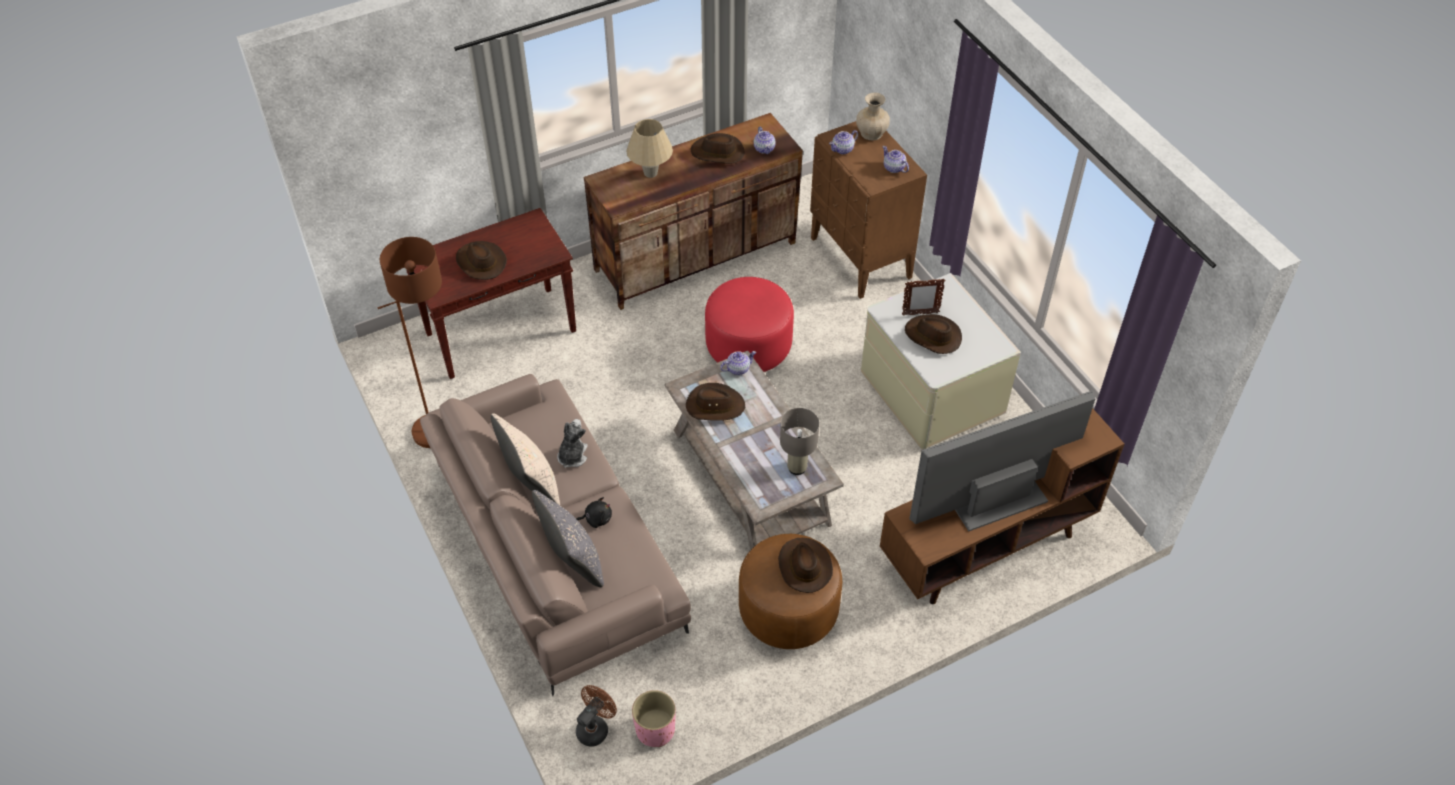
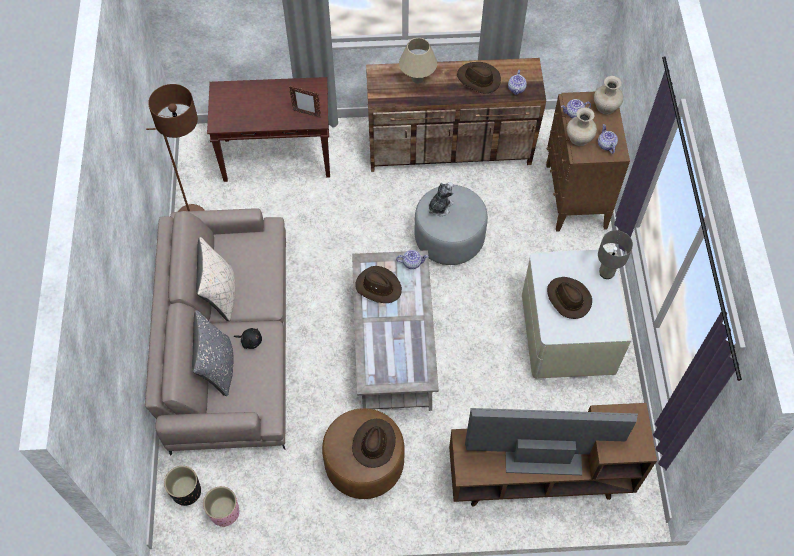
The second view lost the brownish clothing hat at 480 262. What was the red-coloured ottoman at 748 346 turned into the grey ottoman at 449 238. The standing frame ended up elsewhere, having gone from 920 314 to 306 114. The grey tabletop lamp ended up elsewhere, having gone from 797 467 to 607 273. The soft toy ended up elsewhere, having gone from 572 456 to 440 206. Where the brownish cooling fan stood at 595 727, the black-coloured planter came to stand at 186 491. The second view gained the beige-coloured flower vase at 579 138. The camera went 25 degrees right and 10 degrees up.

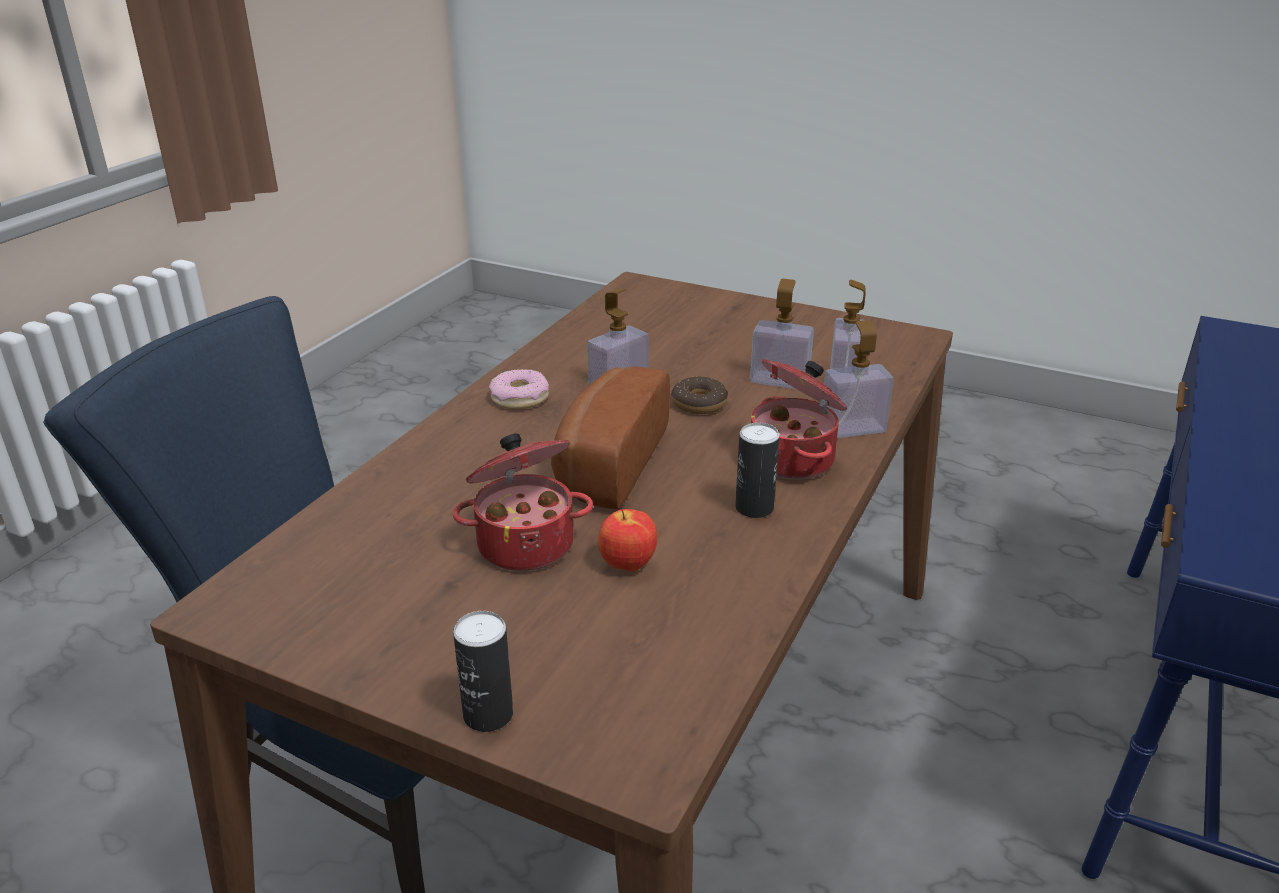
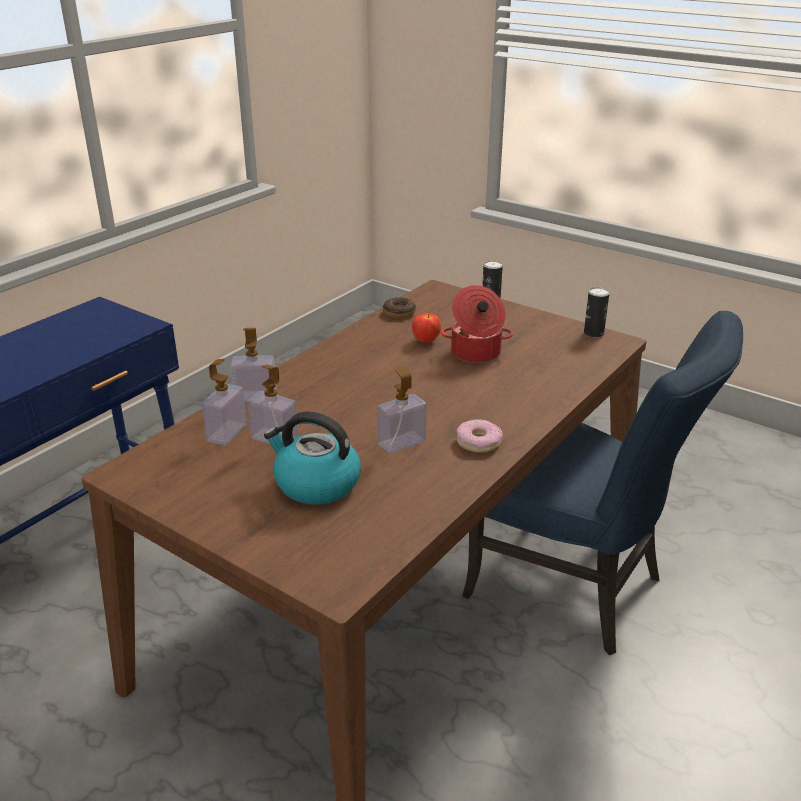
The second view lost the stockpot at 794 459. The second view lost the bread at 606 463. The doughnut ended up elsewhere, having gone from 699 403 to 399 313. The metal can ended up elsewhere, having gone from 754 508 to 593 333. The second view gained the water kettle at 316 484. The camera went 170 degrees left and 0 degrees up.

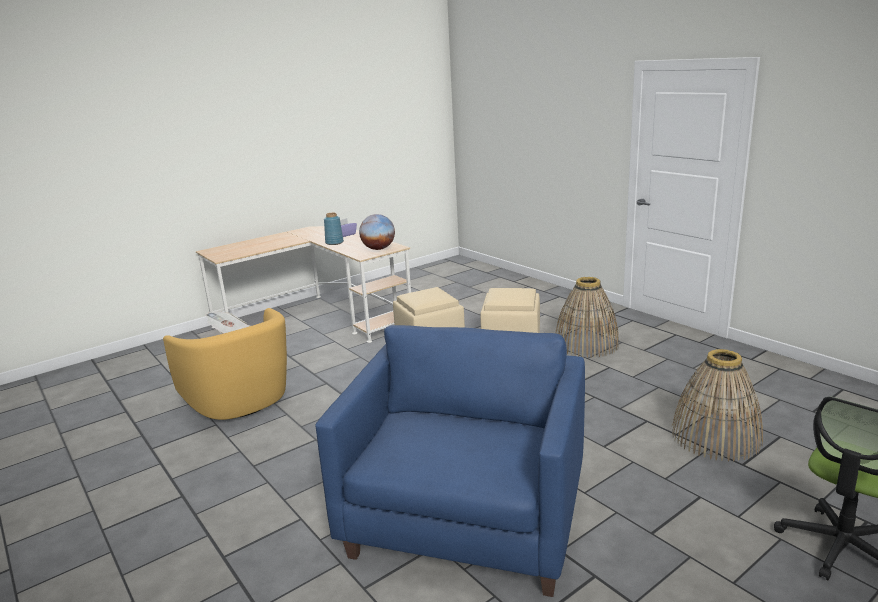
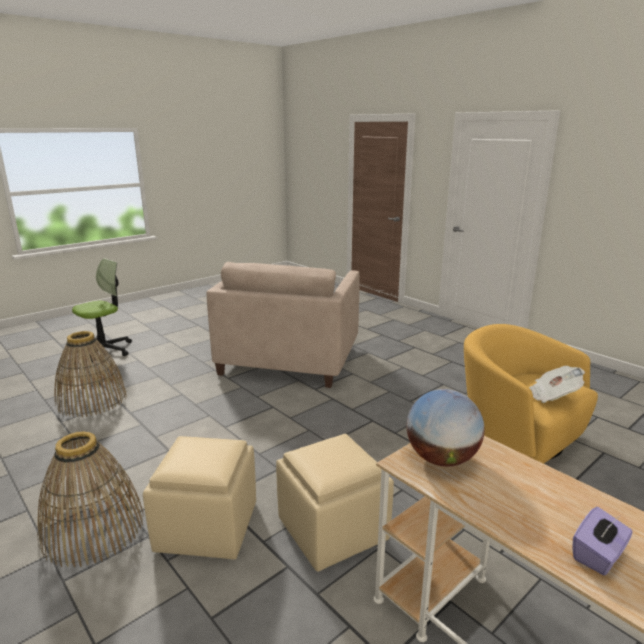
The second view lost the blue flower vase at 334 243. What was the blue armchair at 465 517 turned into the beige-coloured armchair at 289 360. The camera went 175 degrees right and 0 degrees up.

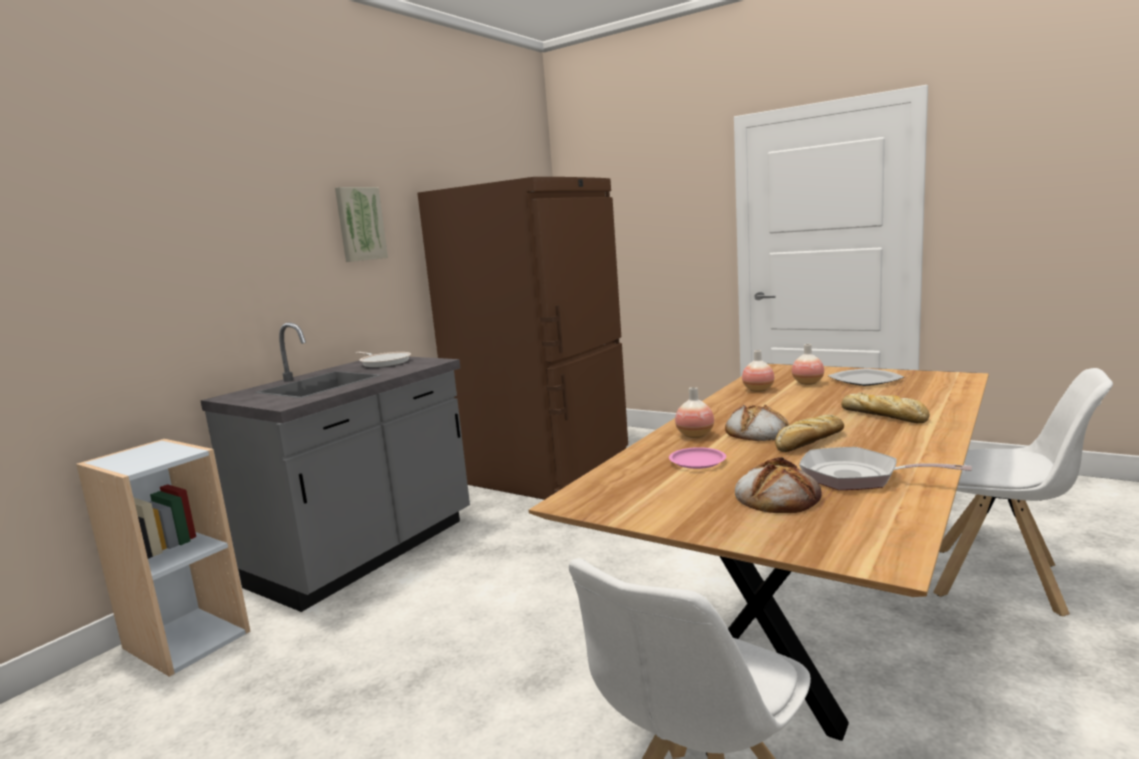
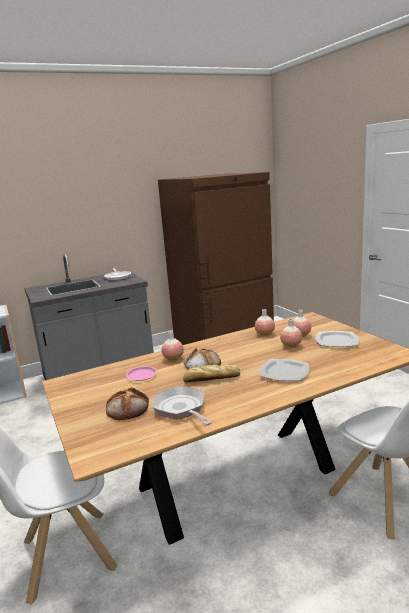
The second view lost the wall art at 360 224. Where the bread stood at 885 415, the flat dish came to stand at 284 372. The second view gained the flower vase at 291 345. The camera went 30 degrees right and 5 degrees up.

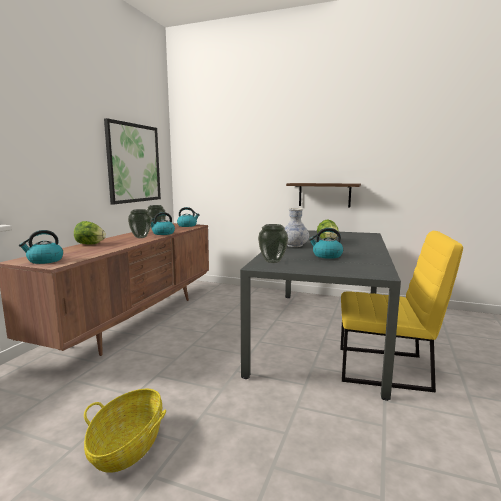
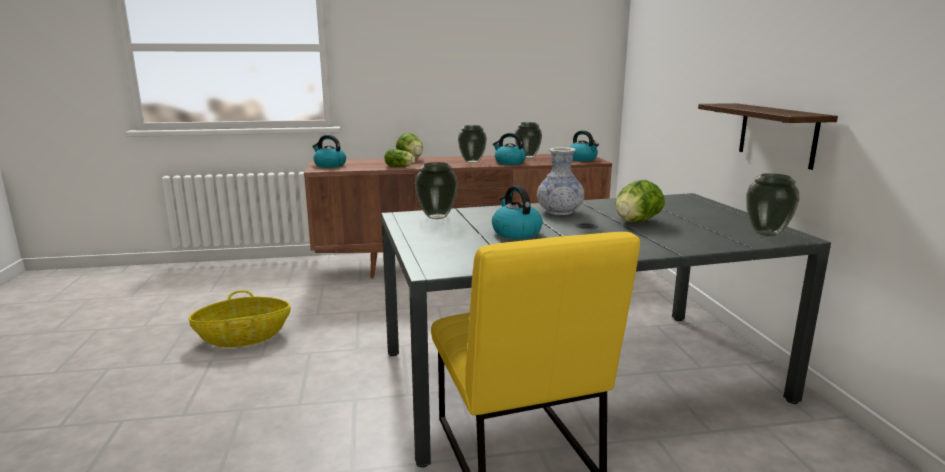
The second view lost the wall art at 133 163. The second view gained the lettuce head at 400 166. The second view gained the flower vase at 767 233. The camera went 60 degrees right and 5 degrees up.

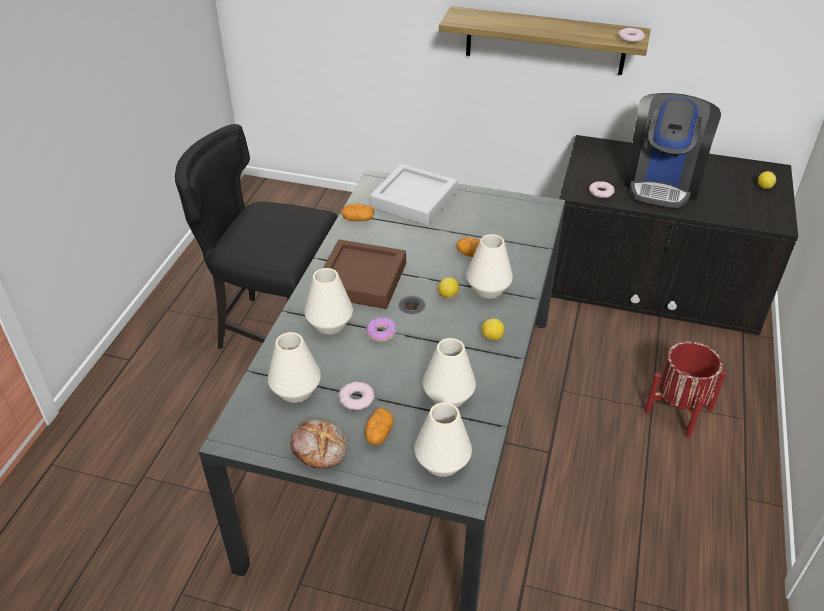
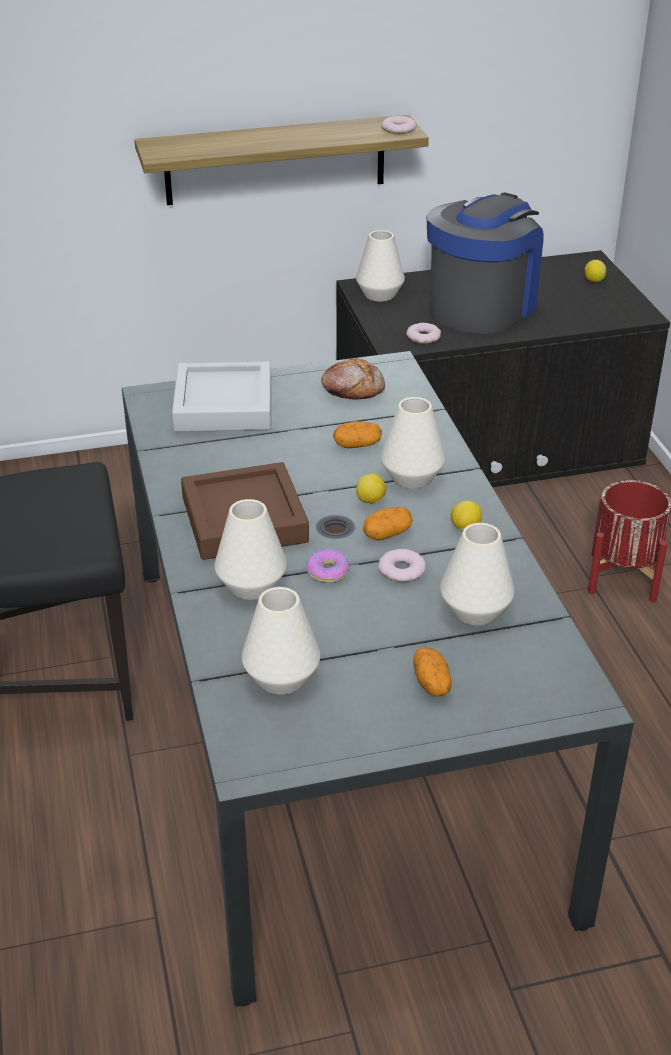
The coffee brewer at 662 182 ended up facing another way, 135 degrees counterclockwise from before. The potato ended up elsewhere, having gone from 358 219 to 387 534. The doughnut ended up elsewhere, having gone from 356 399 to 401 570. The white flower vase ended up elsewhere, having gone from 442 462 to 379 294. The bread ended up elsewhere, having gone from 320 448 to 352 389. The camera went 30 degrees left and 5 degrees down.

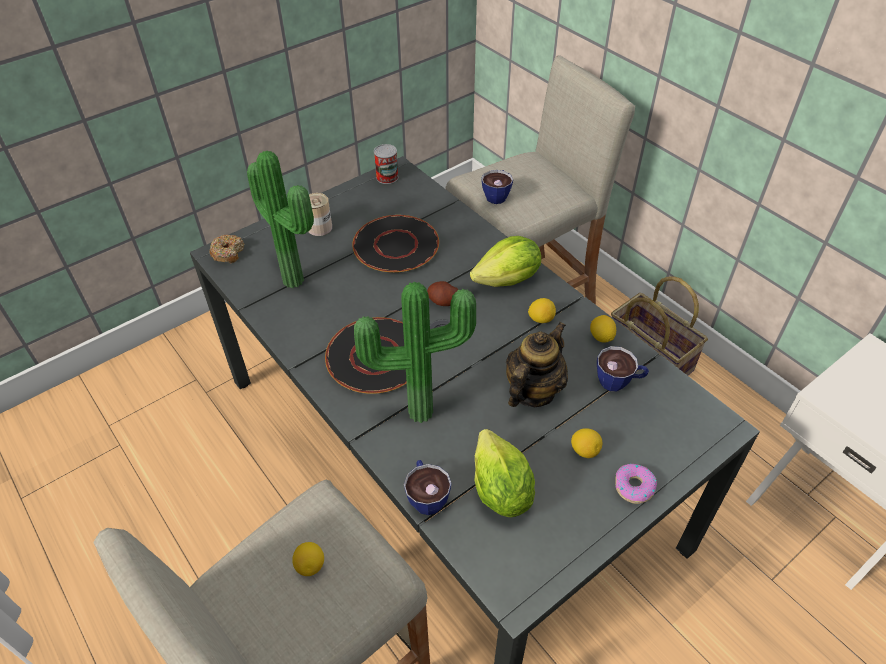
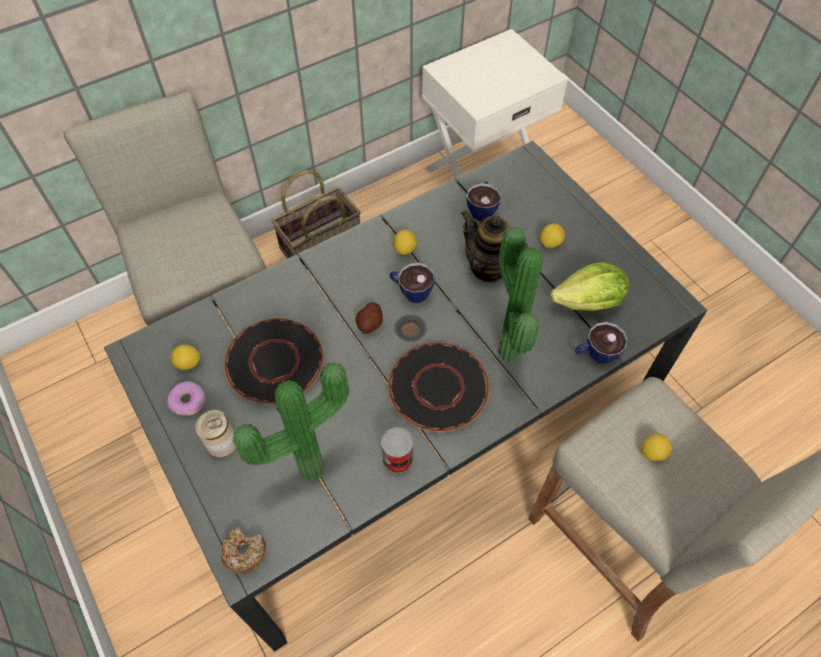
The metal can ended up elsewhere, having gone from 387 177 to 397 458. The cup ended up elsewhere, having gone from 497 195 to 410 291. The second view lost the lettuce head at 508 280. The whole lemon ended up elsewhere, having gone from 601 337 to 188 363. The doughnut ended up elsewhere, having gone from 634 486 to 188 401. The camera went 85 degrees left and 10 degrees up.

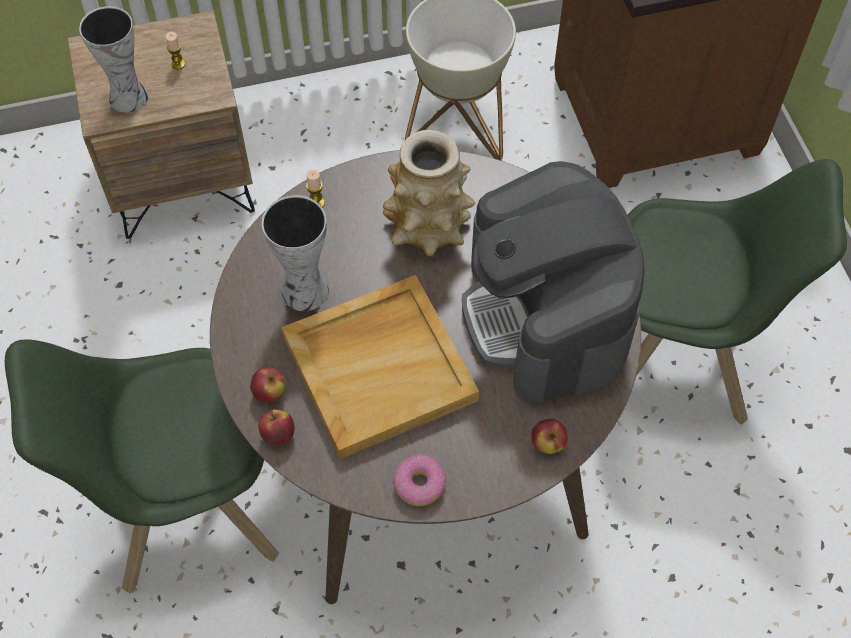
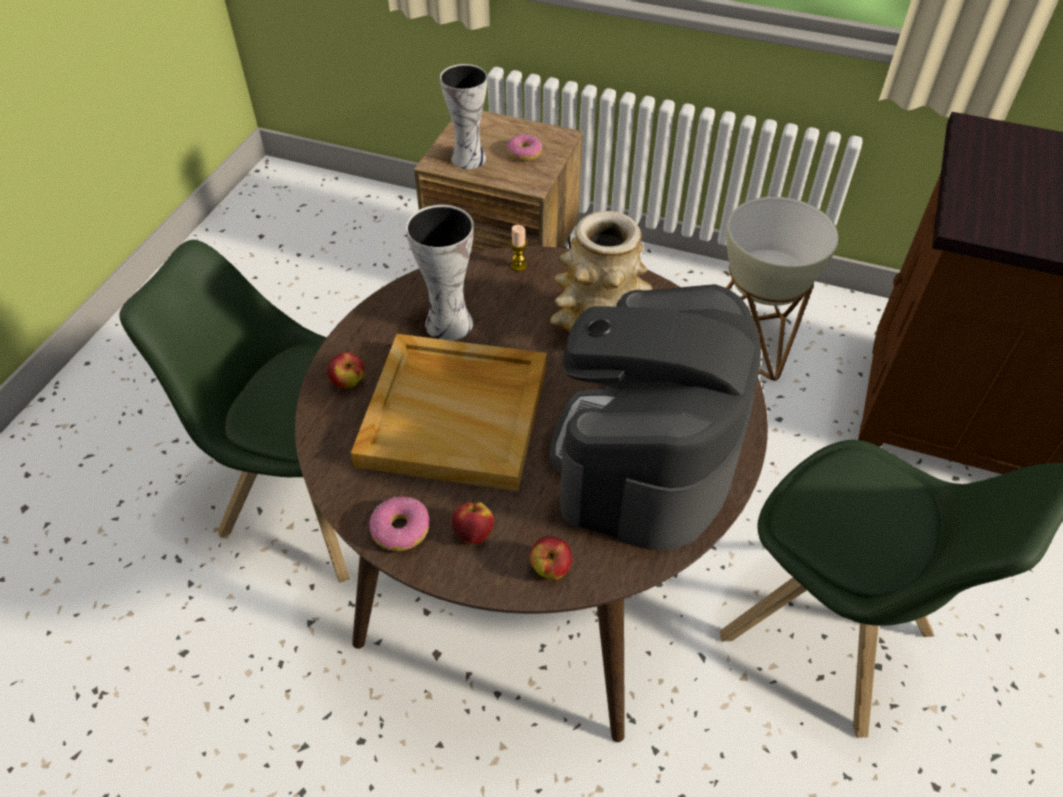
Where the candle stood at 178 64, the doughnut came to stand at 524 153. The apple fruit ended up elsewhere, having gone from 278 434 to 473 533. The camera went 35 degrees right and 10 degrees down.

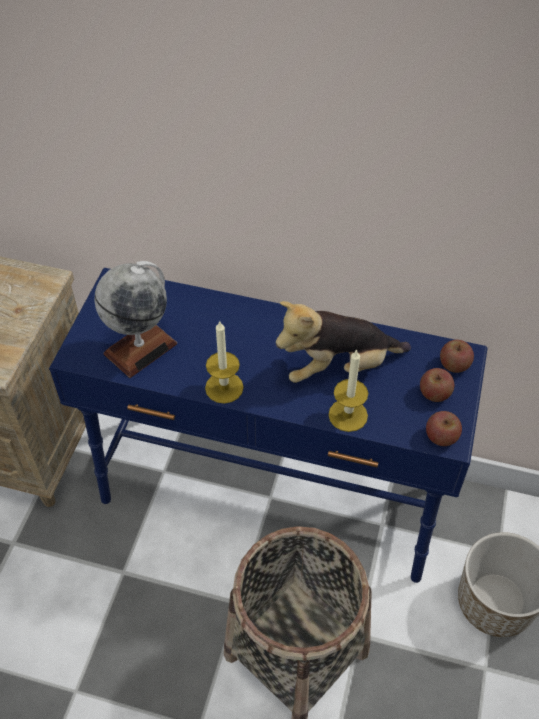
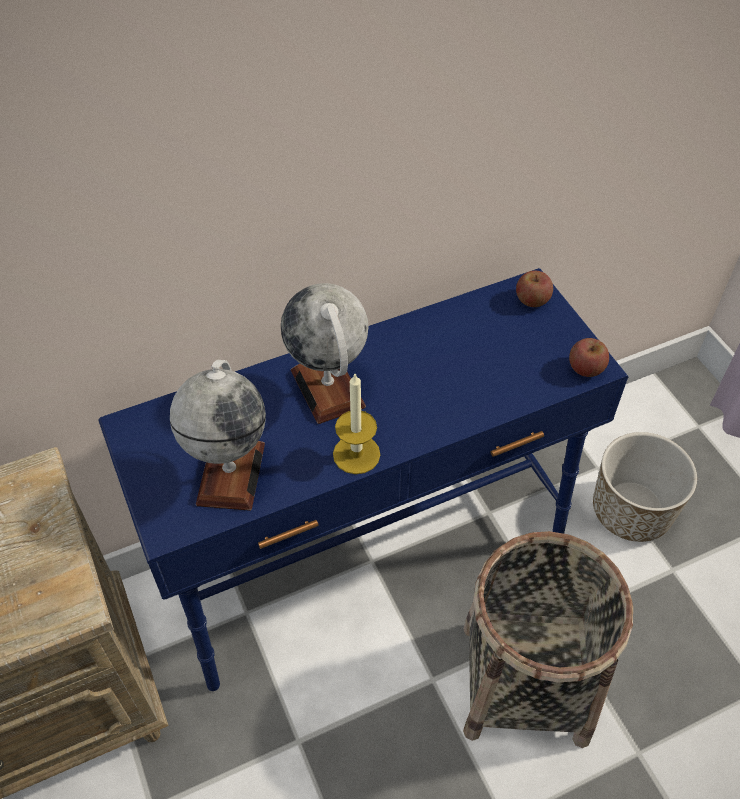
The second view lost the soft toy at 338 367. The second view lost the candle at 348 415. The second view lost the apple fruit at 434 393. The second view gained the desk globe at 328 388. The camera went 40 degrees left and 0 degrees up.

